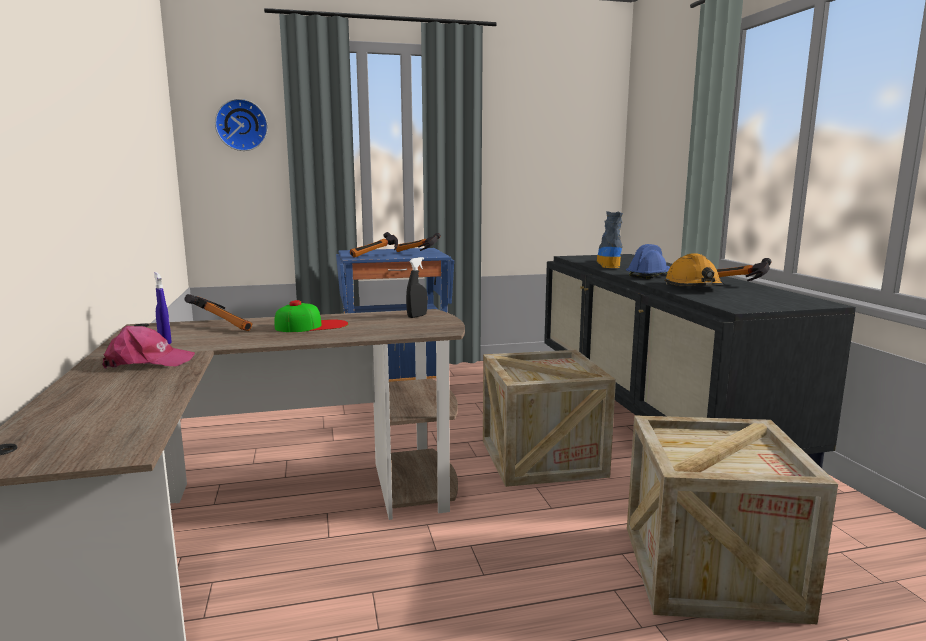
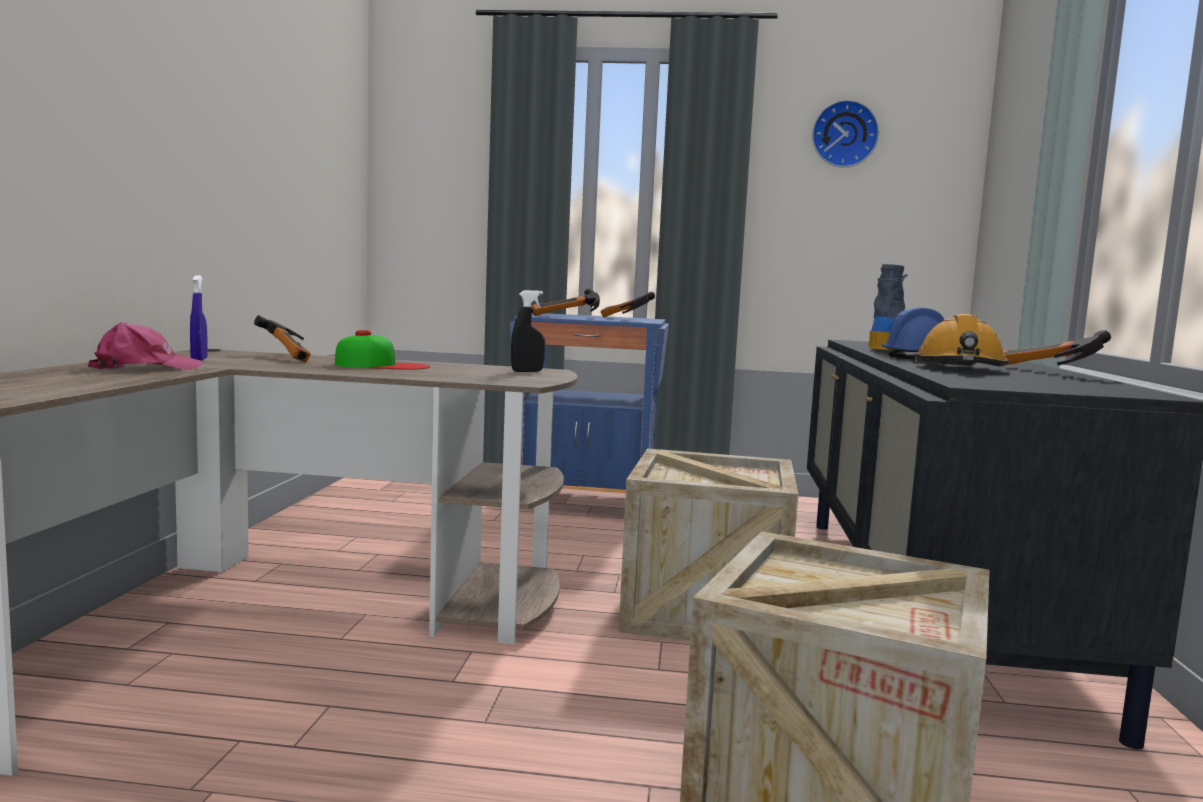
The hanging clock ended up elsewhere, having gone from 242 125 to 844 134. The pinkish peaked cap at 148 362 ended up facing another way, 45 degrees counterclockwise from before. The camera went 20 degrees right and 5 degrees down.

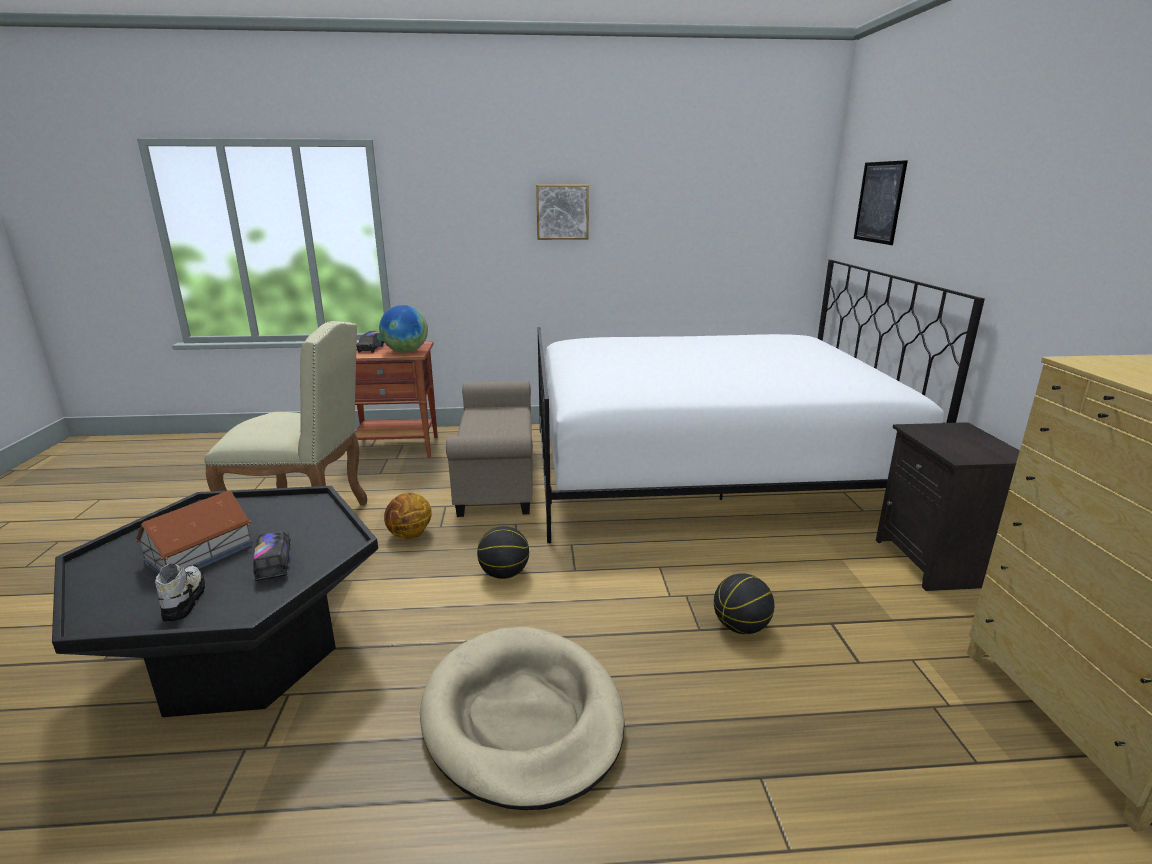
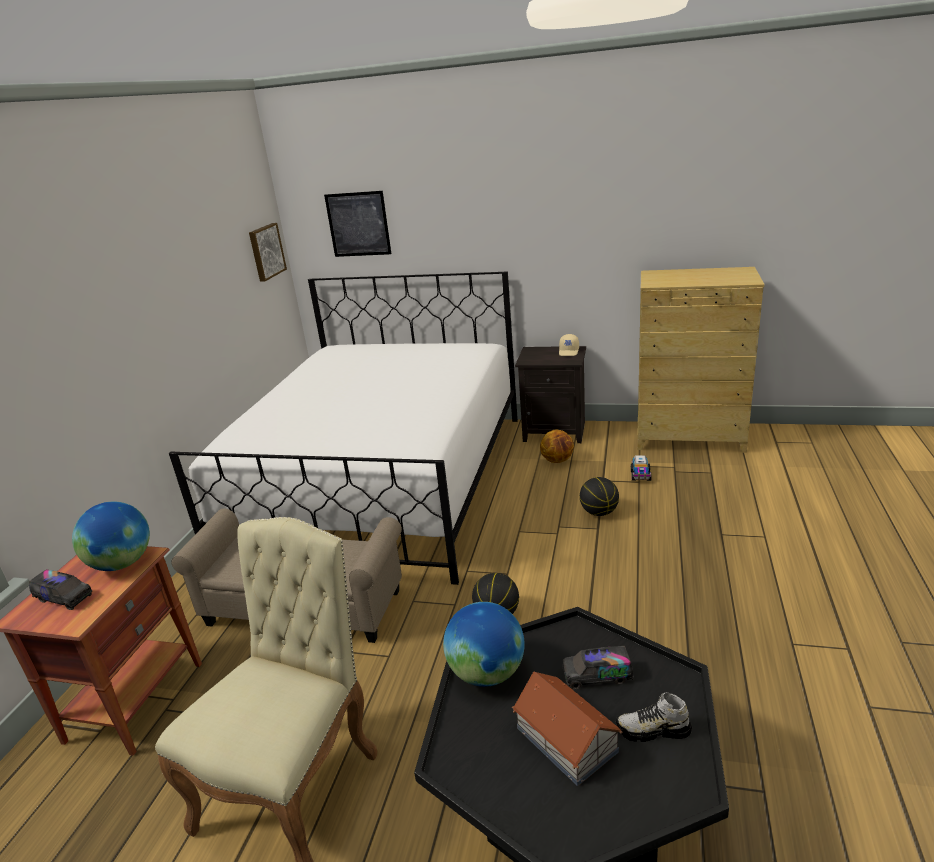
The wall art ended up elsewhere, having gone from 562 212 to 266 251. The ball for basketball ended up elsewhere, having gone from 410 535 to 558 460. The second view lost the beige-coloured pet bed at 522 718. The second view gained the beige-coloured peaked cap at 569 351. The second view gained the toy lorry at 640 475. The second view gained the desk globe at 486 673. The camera went 70 degrees left and 5 degrees up.

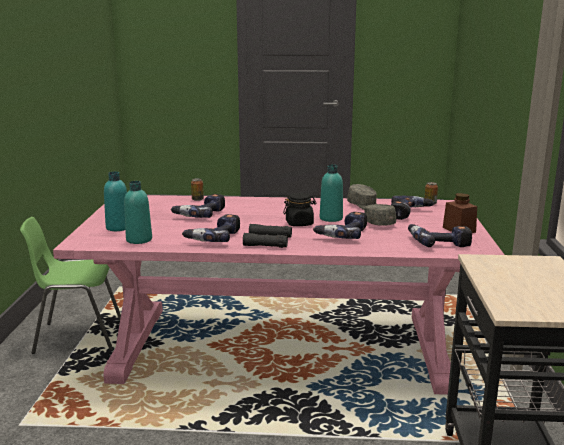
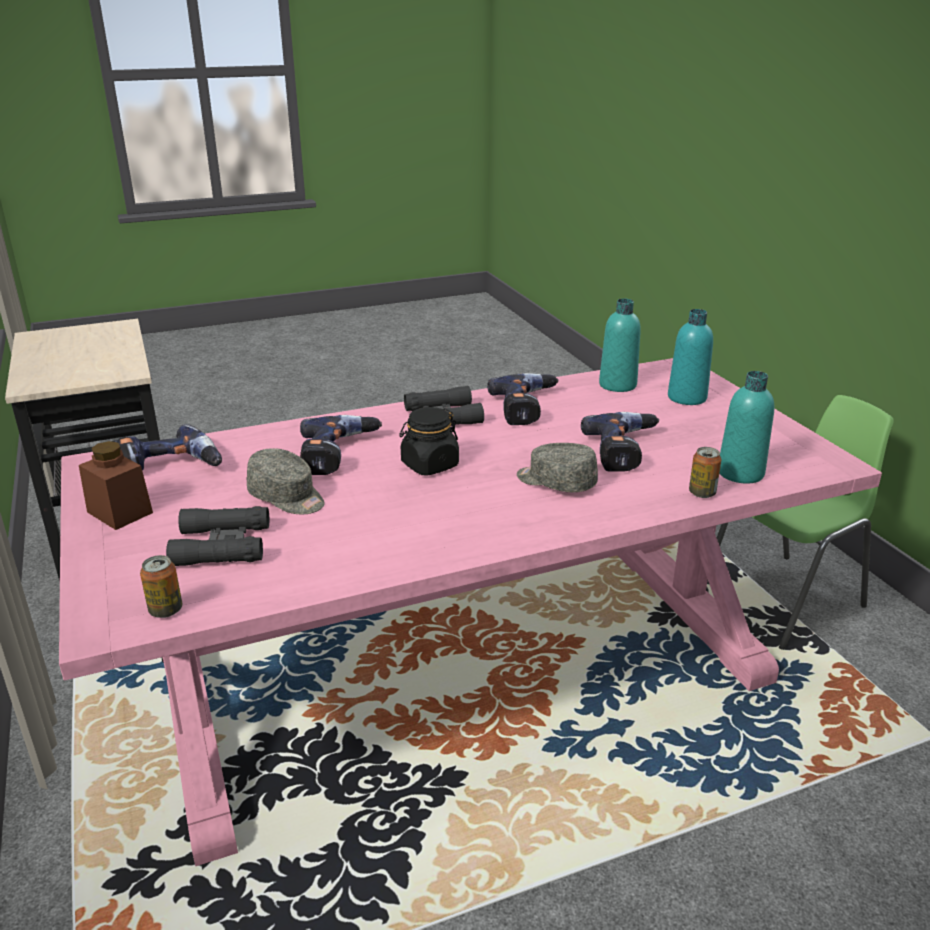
The turquoise-coloured bottle ended up elsewhere, having gone from 331 218 to 740 473. The grey peaked cap ended up elsewhere, having gone from 364 206 to 555 482. Where the drill stood at 409 214, the black-coloured pair of binoculars came to stand at 222 545. The camera went 155 degrees right and 10 degrees up.

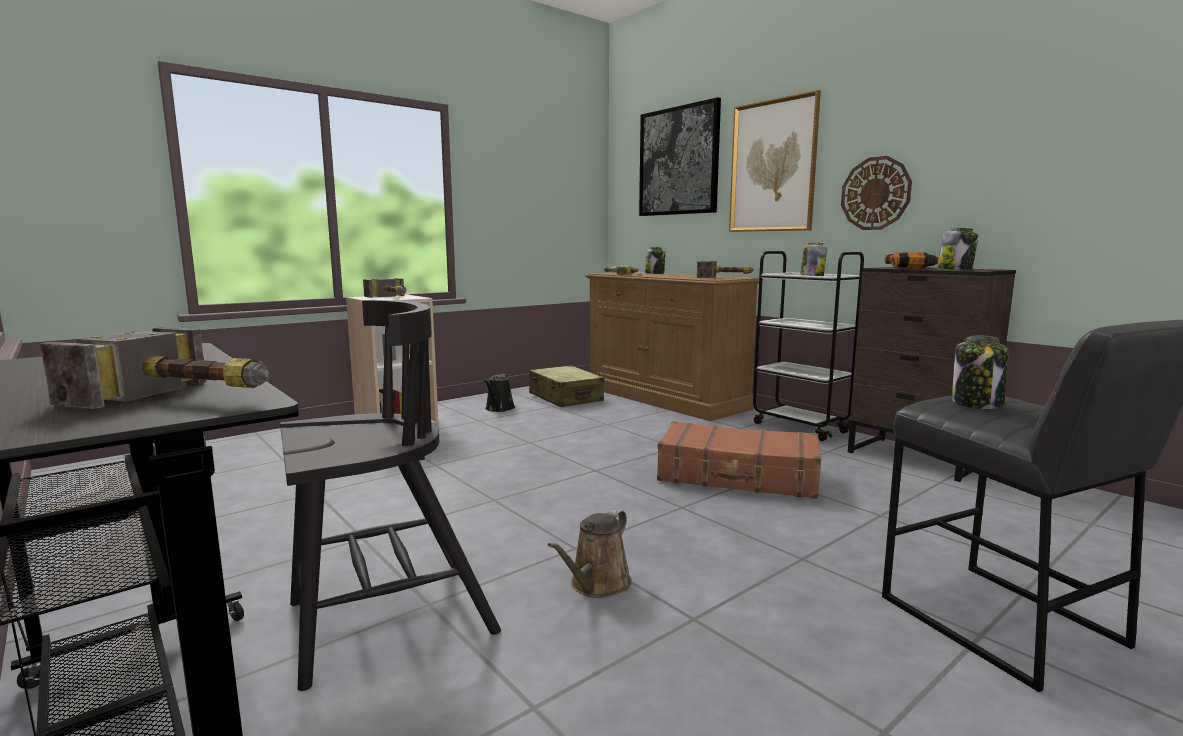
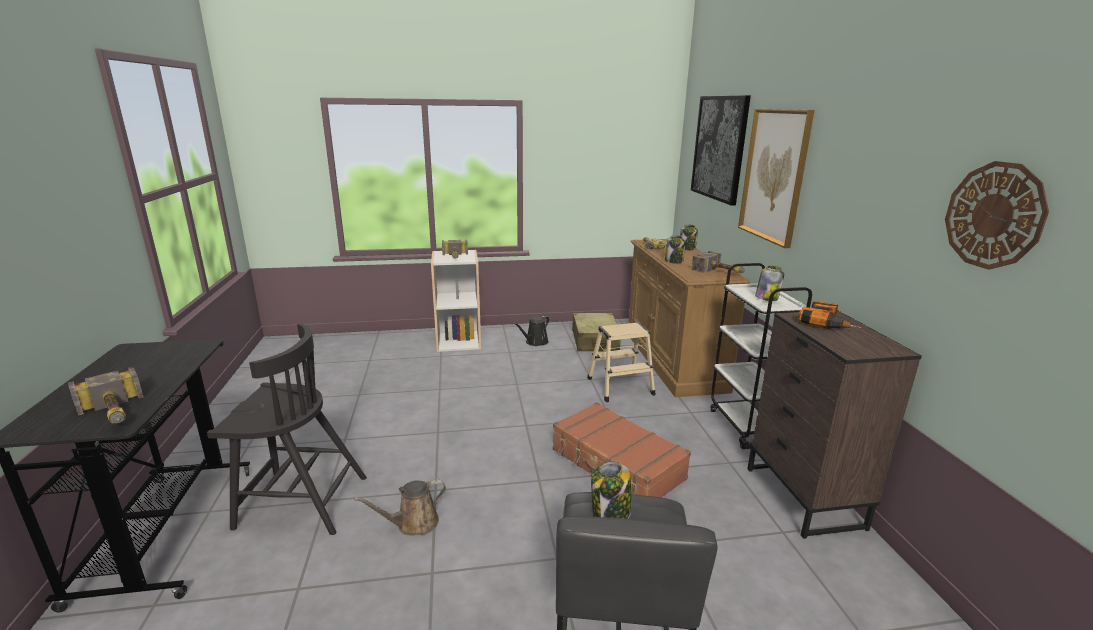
The hanging clock ended up elsewhere, having gone from 875 193 to 994 215. The preserve jar ended up elsewhere, having gone from 955 269 to 674 261. The second view gained the beige-coloured stepladder at 620 386. The camera went 30 degrees right and 10 degrees up.

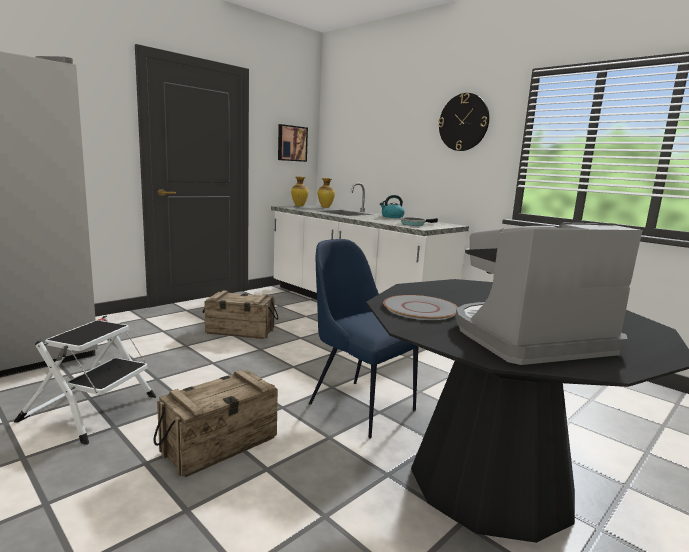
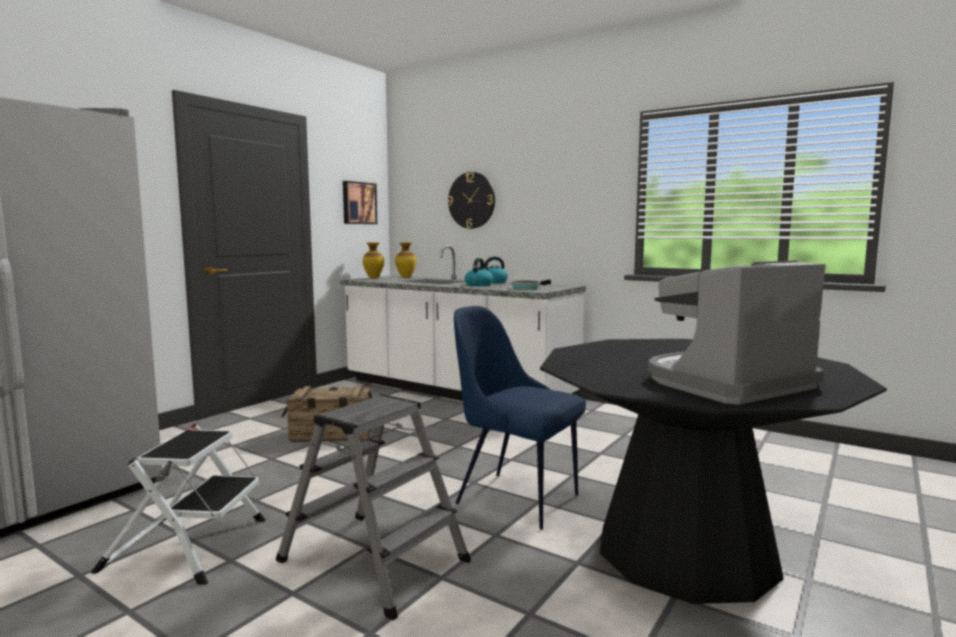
The hanging clock ended up elsewhere, having gone from 463 122 to 471 200. The second view lost the grey flat dish at 420 309. Where the crate stood at 220 444, the grey stepladder came to stand at 373 560. The second view gained the water kettle at 478 285. The camera went 10 degrees left and 5 degrees down.

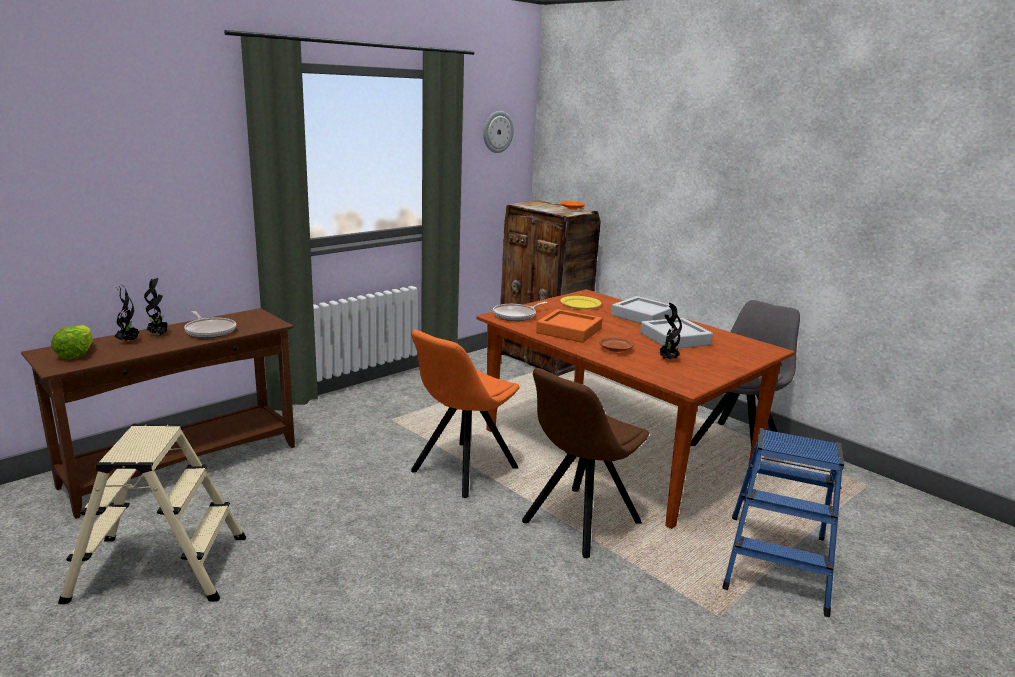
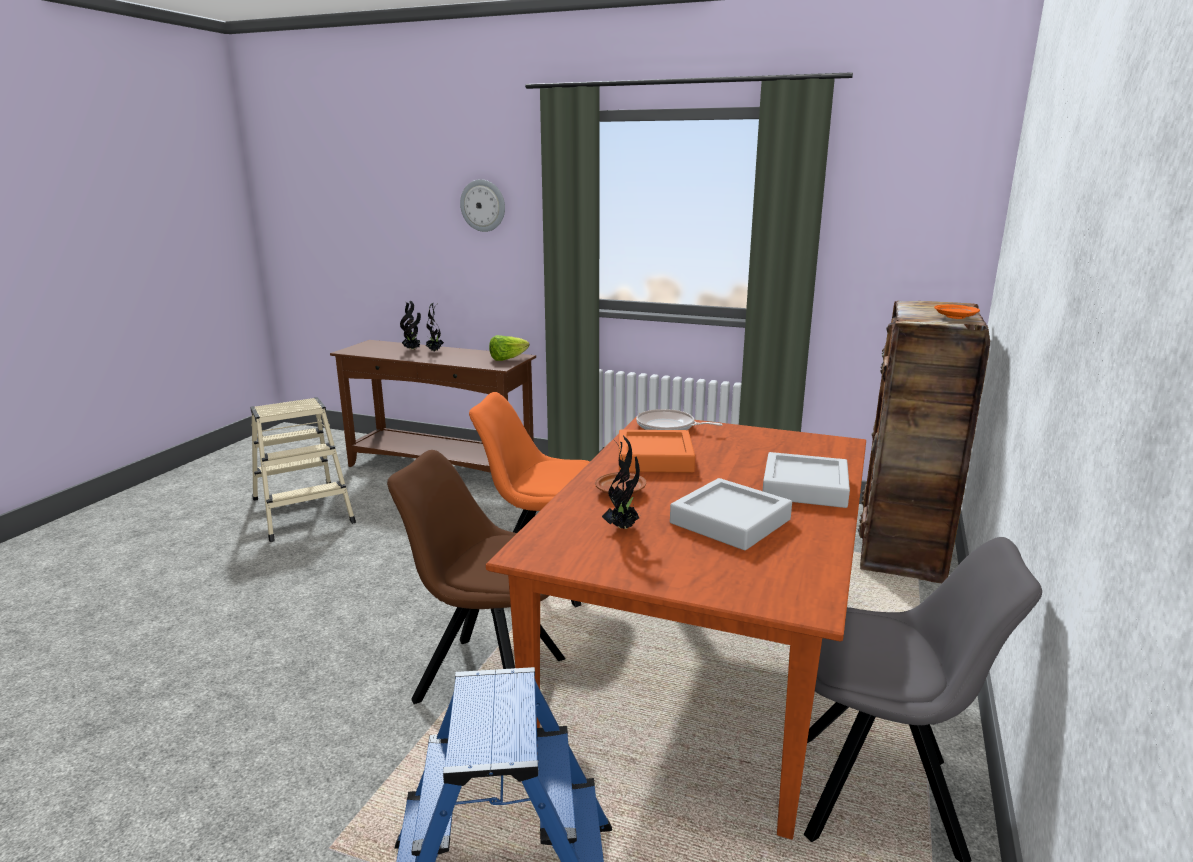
The hanging clock ended up elsewhere, having gone from 497 132 to 483 205. The second view lost the yellow flat dish at 580 304. The second view lost the skillet at 210 331. The lettuce head ended up elsewhere, having gone from 77 354 to 507 359. The camera went 65 degrees right and 0 degrees up.

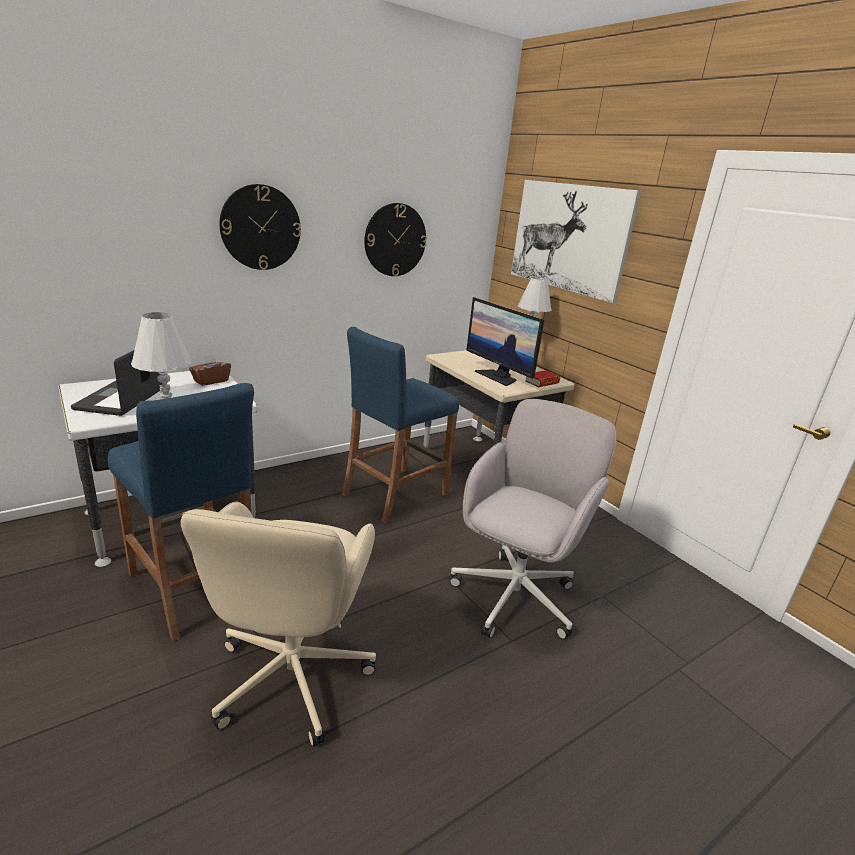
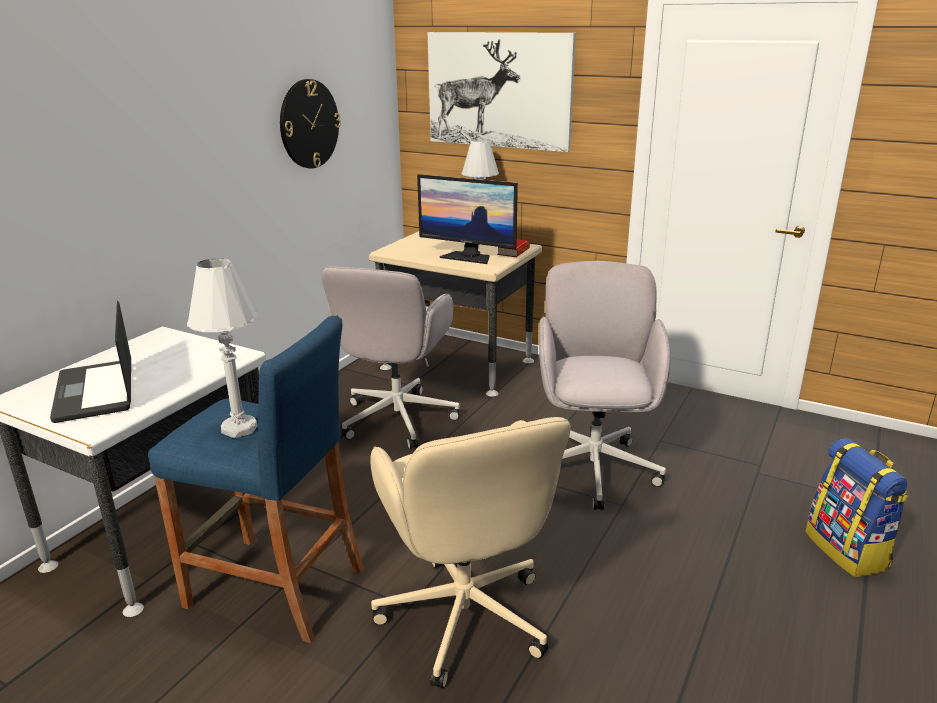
The second view lost the hanging clock at 260 227. Where the blue stool stood at 395 494, the grey computer chair came to stand at 397 420. The second view lost the brownish box of tissues at 211 381. The second view gained the knapsack at 848 550. The camera went 25 degrees left and 0 degrees up.

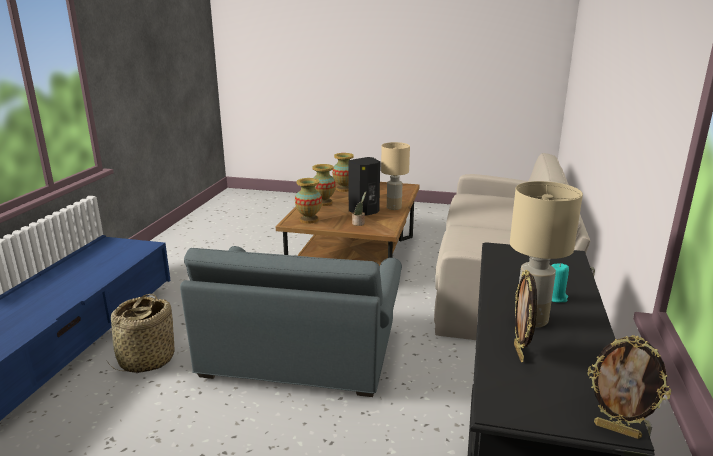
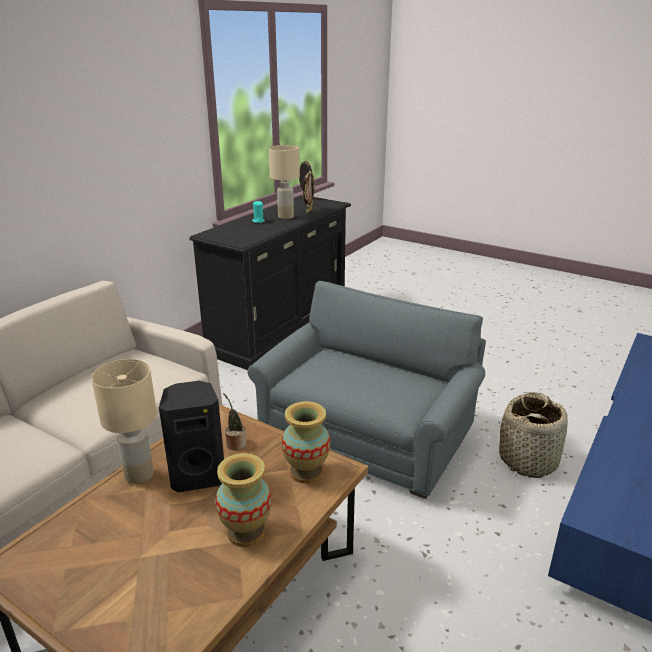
The second view lost the flower vase at 344 189. The camera went 160 degrees left and 5 degrees up.

